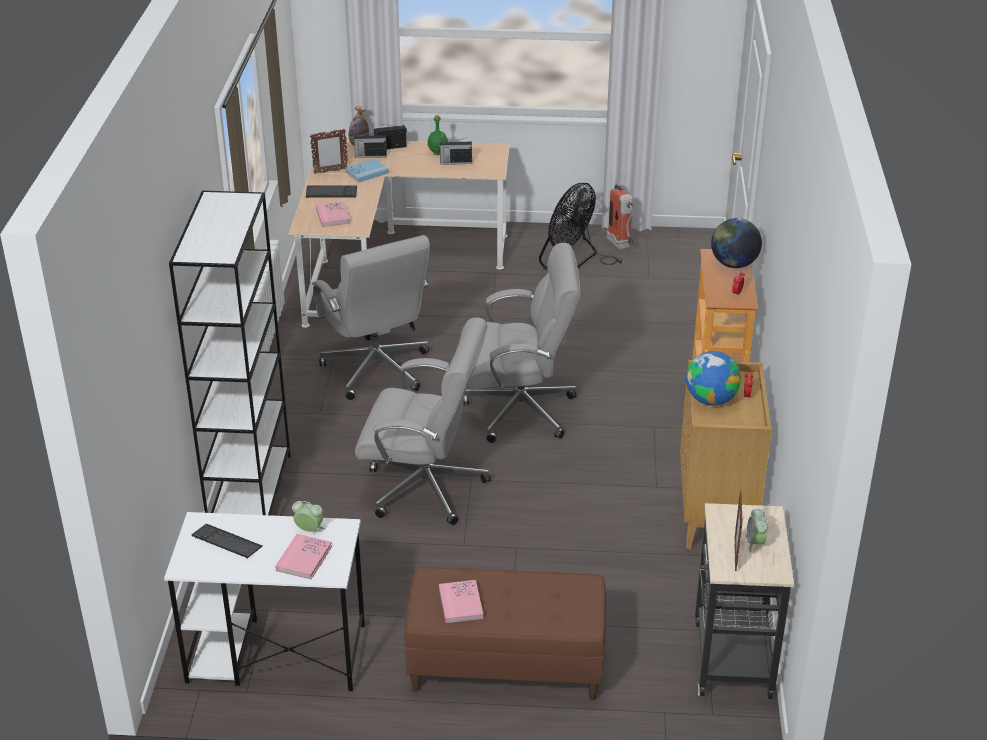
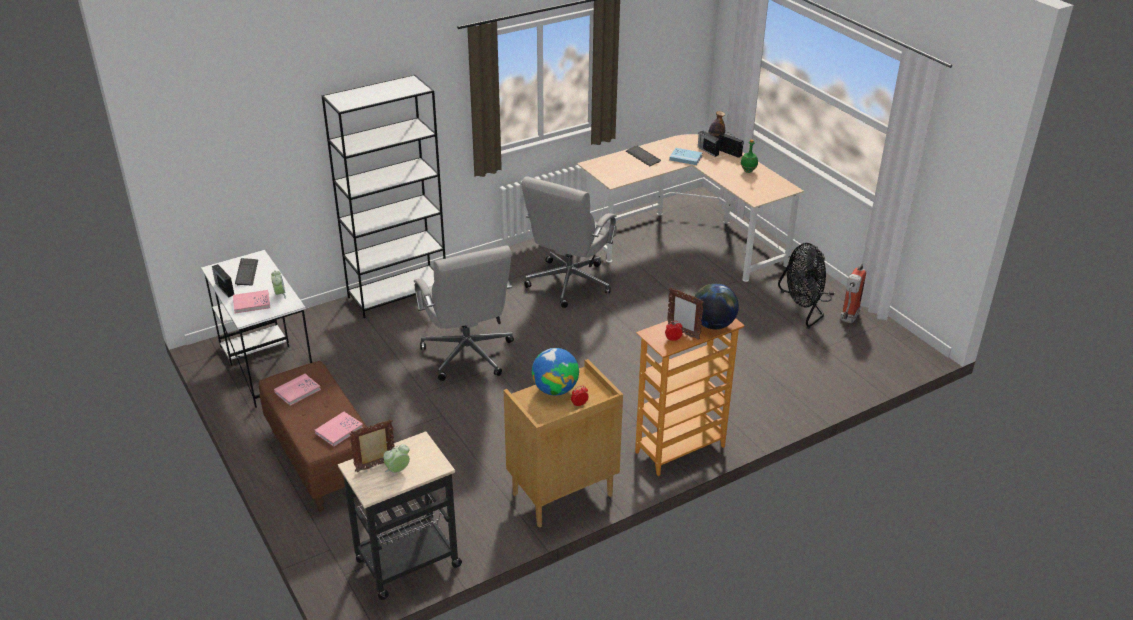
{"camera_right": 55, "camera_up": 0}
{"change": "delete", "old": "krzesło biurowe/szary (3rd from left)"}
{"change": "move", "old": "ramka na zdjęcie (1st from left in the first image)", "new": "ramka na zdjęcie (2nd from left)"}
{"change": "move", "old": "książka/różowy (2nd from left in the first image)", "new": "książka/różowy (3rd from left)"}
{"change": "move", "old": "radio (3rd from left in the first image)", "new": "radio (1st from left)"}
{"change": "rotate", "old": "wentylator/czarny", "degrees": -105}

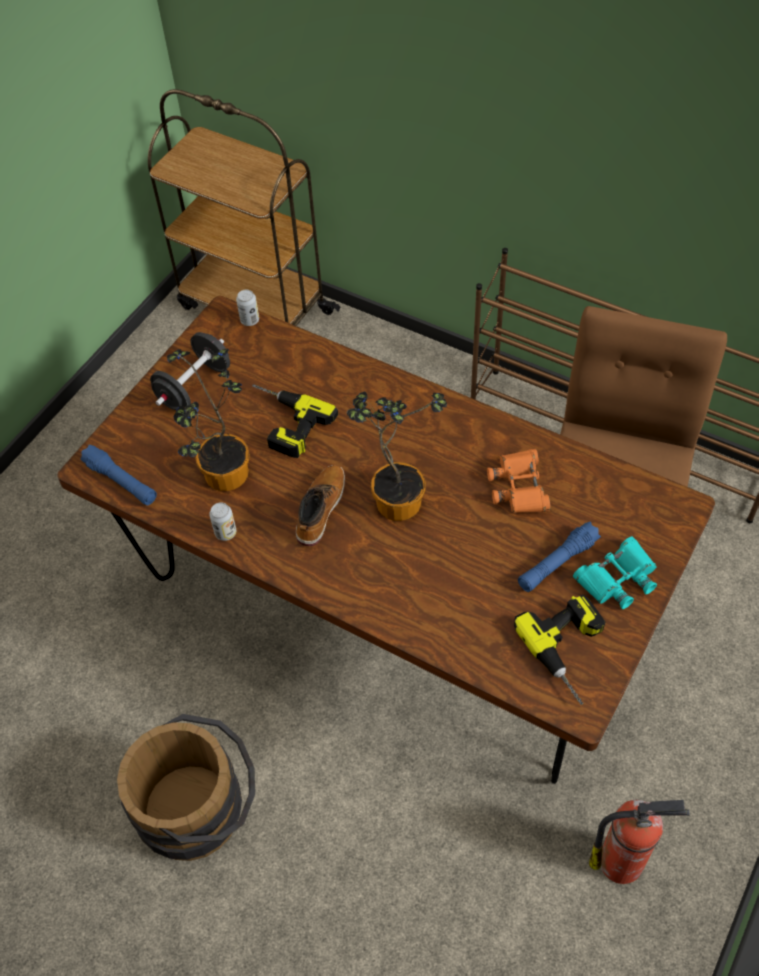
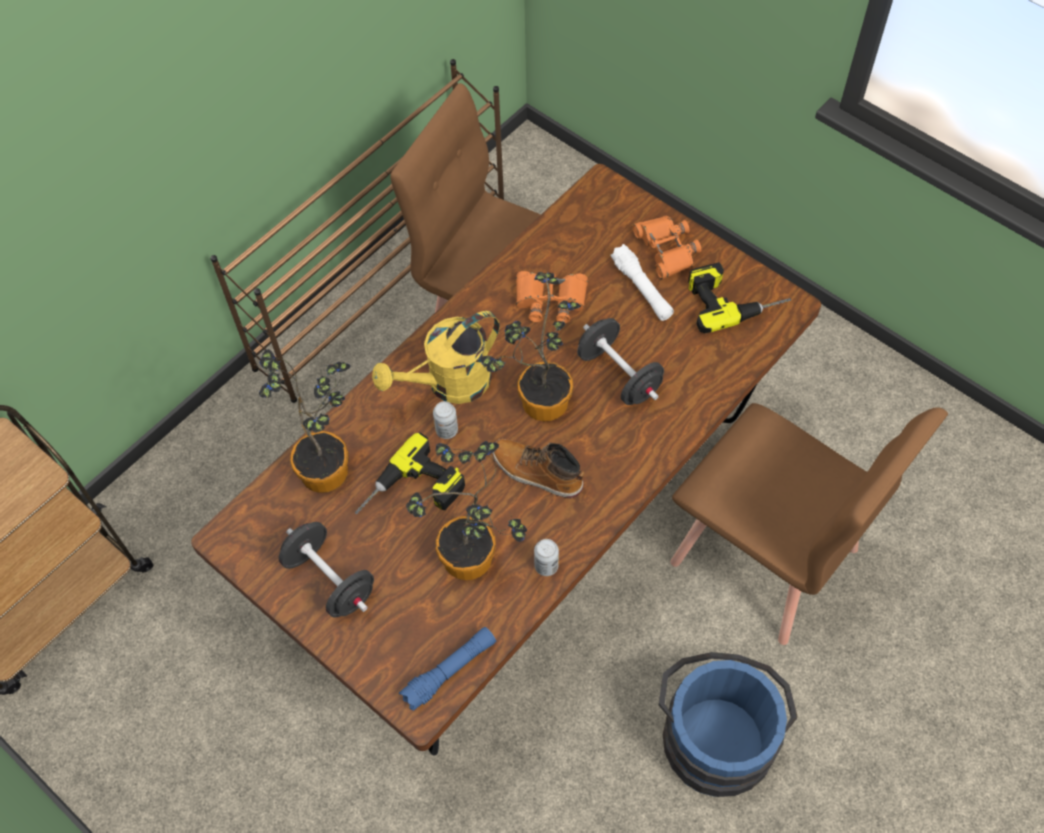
{"camera_right": -80, "camera_up": 5}
{"change": "delete", "old": "gaśnica"}
{"change": "insert", "new": "roślina doniczkowa (1st from left)"}
{"change": "insert", "new": "konewka/żółty"}
{"change": "insert", "new": "hantel/czarny (2nd from left)"}
{"change": "insert", "new": "krzesło/brązowy (2nd from left)"}
{"change": "move", "old": "puszka (2nd from left in the first image)", "new": "puszka (1st from left)"}
{"change": "recolor", "old": "wiadro/brązowy", "new": "wiadro/niebieski"}
{"change": "recolor", "old": "latarka/niebieski (2nd from left)", "new": "latarka/biały"}
{"change": "recolor", "old": "lornetka/turkusowy", "new": "lornetka/pomarańczowy (2nd from left)"}

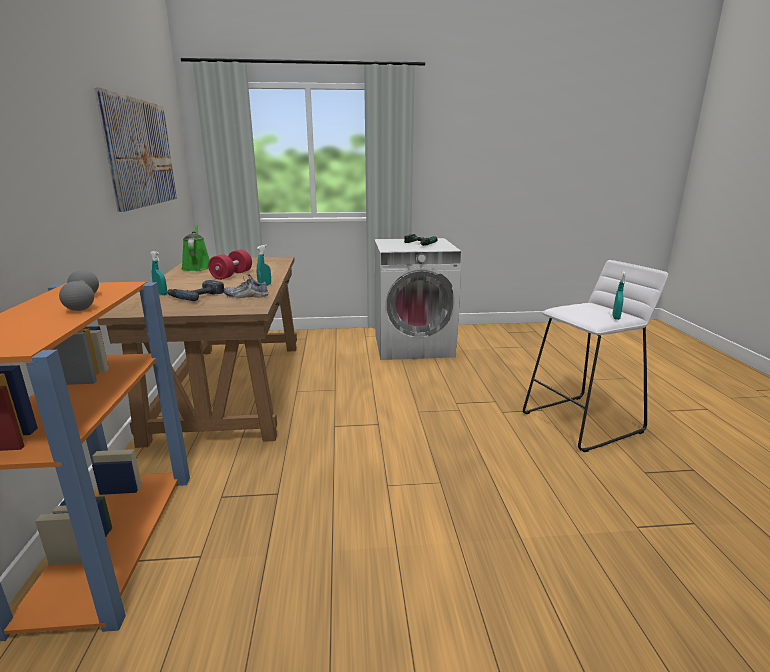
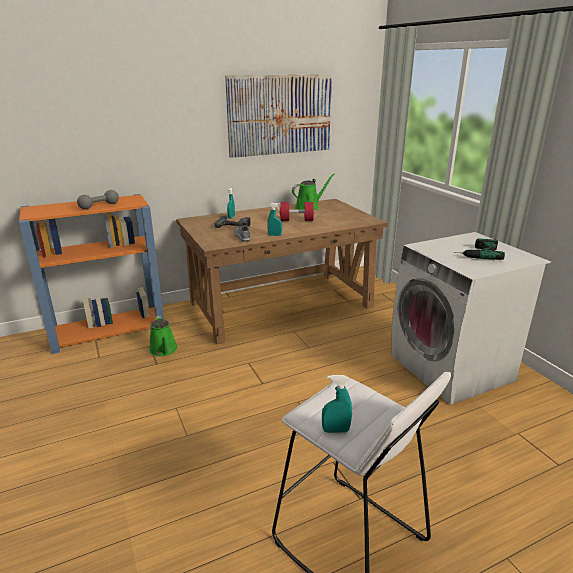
{"camera_right": 70, "camera_up": 5}
{"change": "insert", "new": "konewka/zielony (1st from left)"}

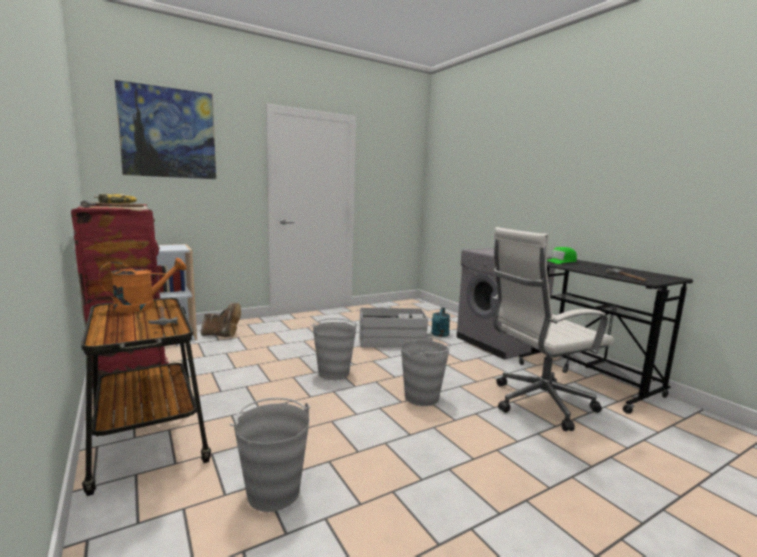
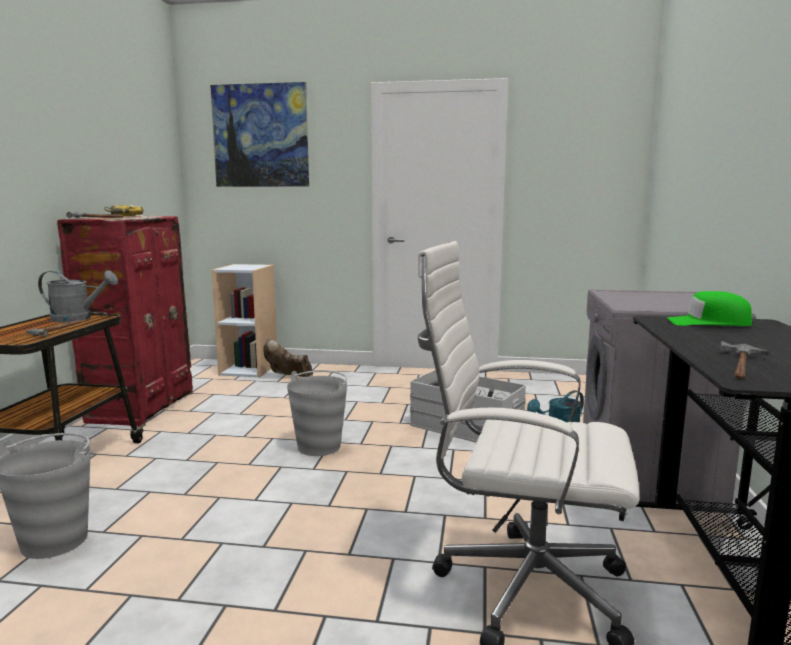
{"camera_right": 40, "camera_up": 0}
{"change": "delete", "old": "wiadro/szary (3rd from left)"}
{"change": "recolor", "old": "konewka/pomarańczowy", "new": "konewka/szary"}
{"change": "rotate", "old": "but z cholewką/brązowy", "degrees": 150}

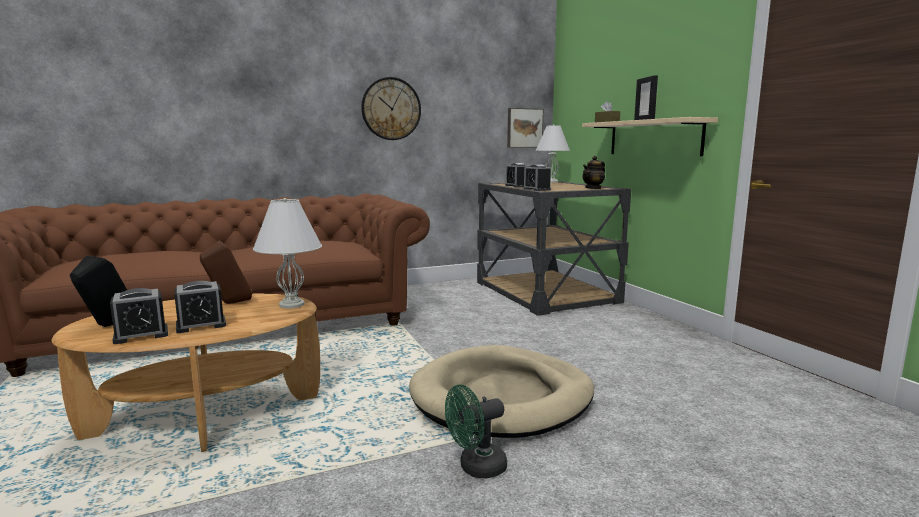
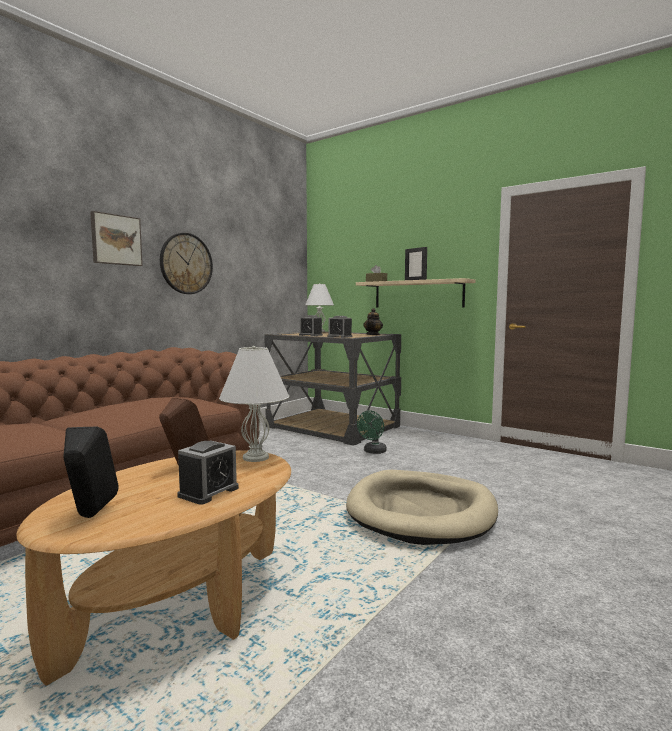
{"camera_right": -30, "camera_up": -5}
{"change": "delete", "old": "budzik (1st from left)"}
{"change": "move", "old": "wentylator/zielony"}
{"change": "move", "old": "obraz"}

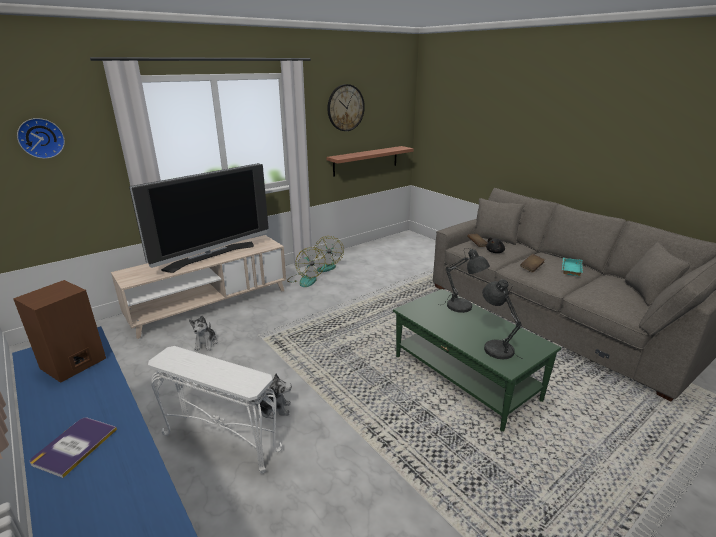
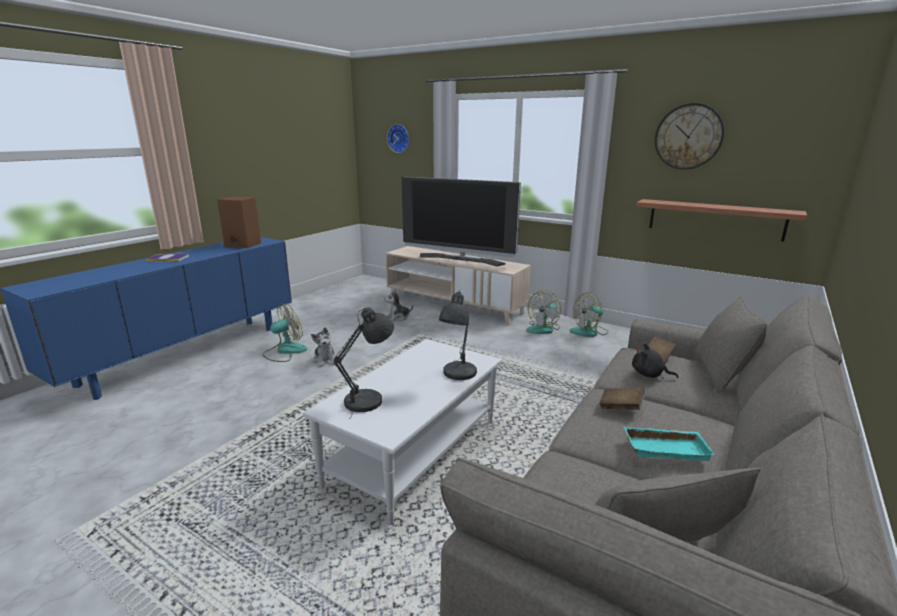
{"camera_right": 70, "camera_up": -5}
{"change": "replace", "old": "stolik/biały", "new": "wentylator (1st from left)"}
{"change": "recolor", "old": "ława/zielony", "new": "ława/biały"}

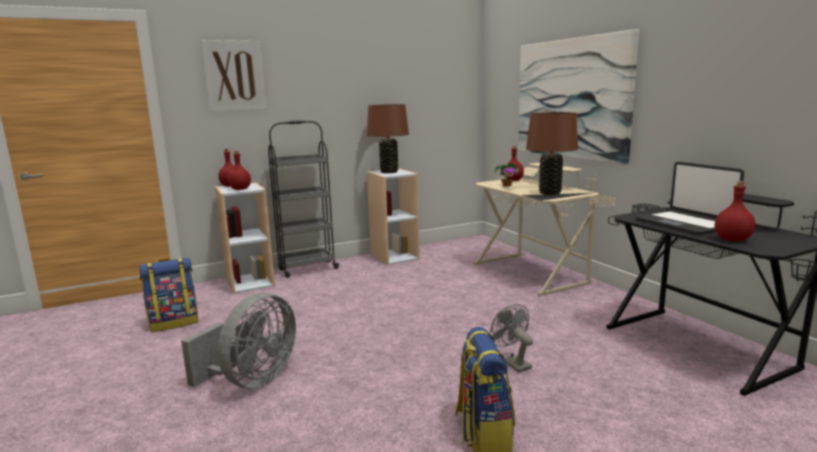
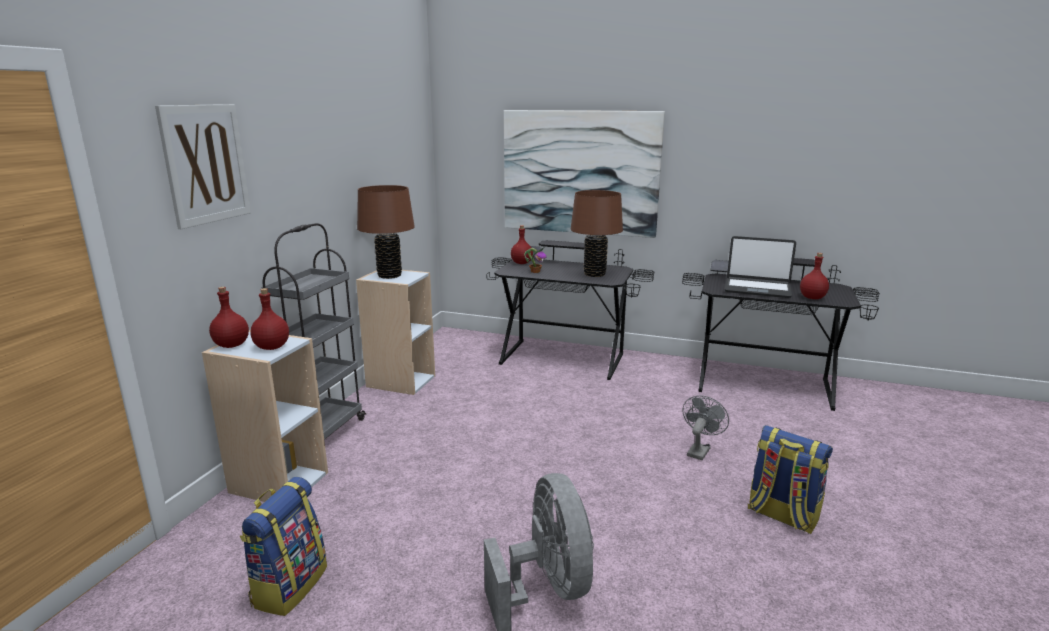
{"camera_right": -45, "camera_up": 5}
{"change": "recolor", "old": "biurko/beżowy", "new": "biurko/czarny (1st from left)"}
{"change": "rotate", "old": "wentylator/szary (2nd from left)", "degrees": 105}

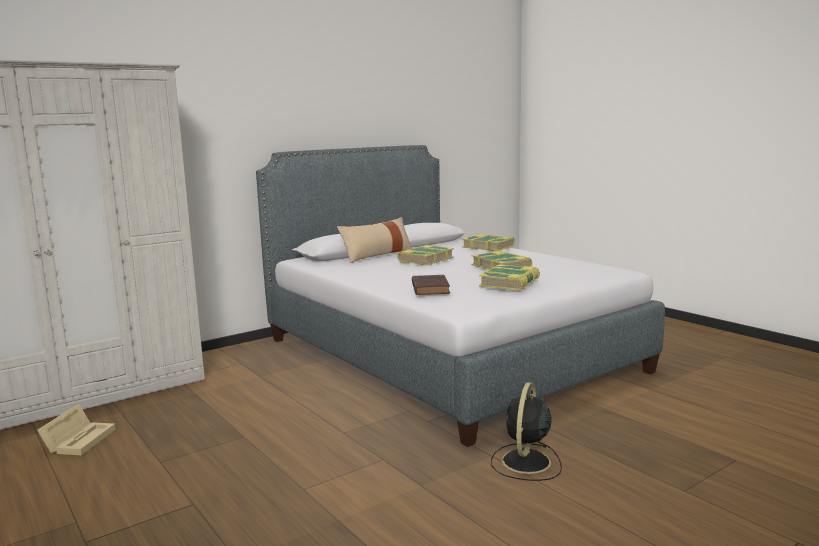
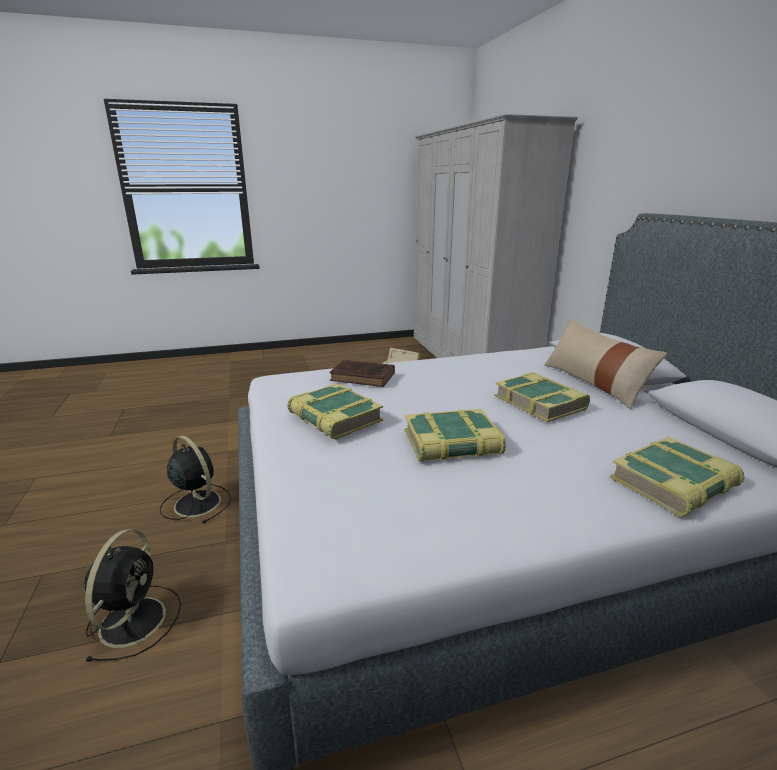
{"camera_right": 110, "camera_up": 10}
{"change": "insert", "new": "wentylator/czarny (1st from left)"}

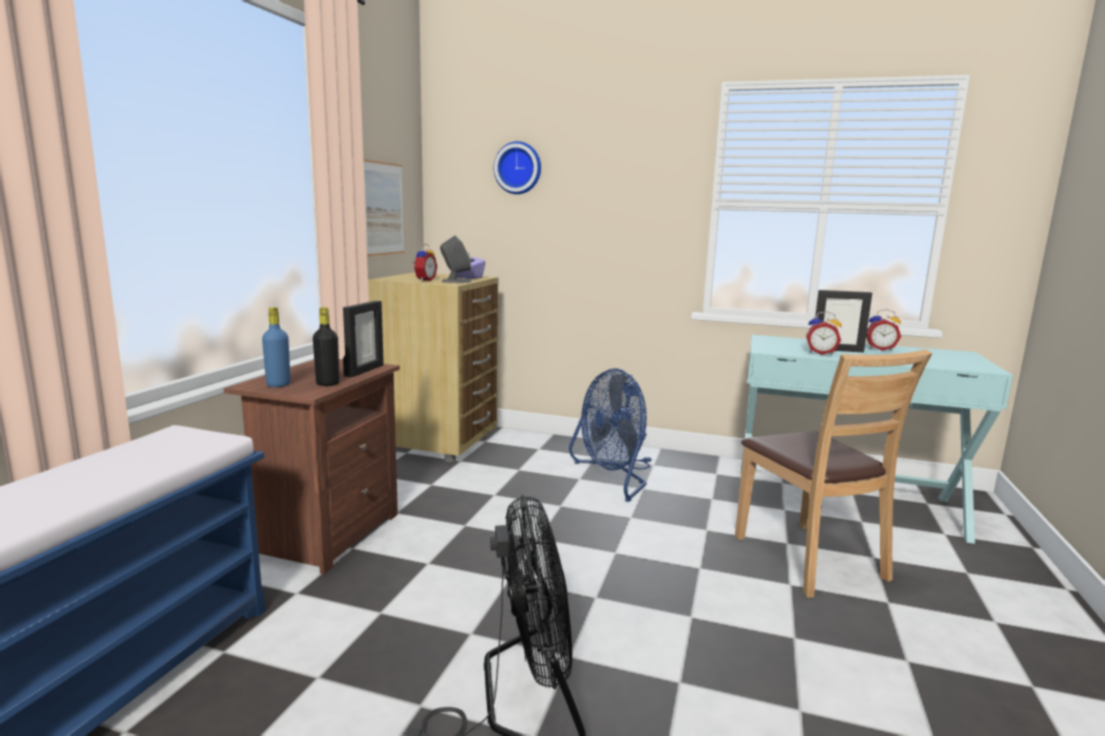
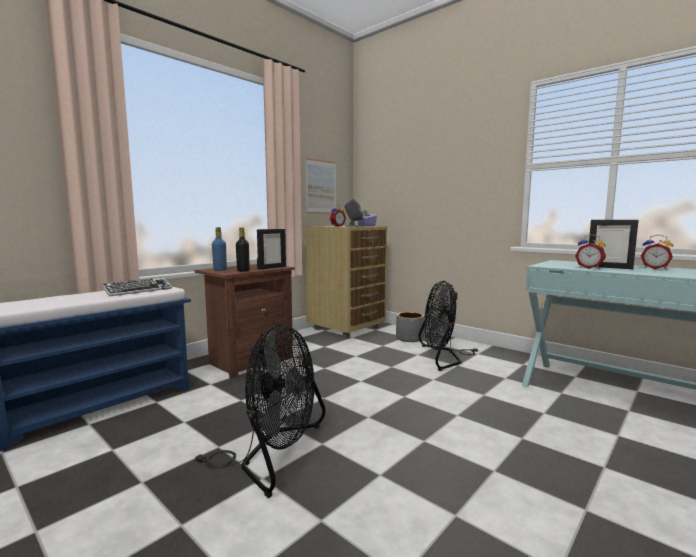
{"camera_right": 25, "camera_up": -5}
{"change": "delete", "old": "zegar ścienny"}
{"change": "delete", "old": "krzesło/brązowy"}
{"change": "insert", "new": "klawiatura"}
{"change": "insert", "new": "donica/szary"}
{"change": "recolor", "old": "wentylator/niebieski", "new": "wentylator/czarny (2nd from left)"}

